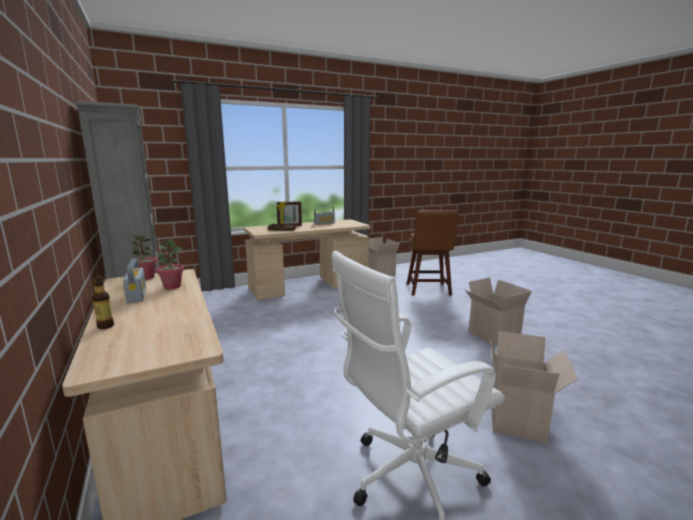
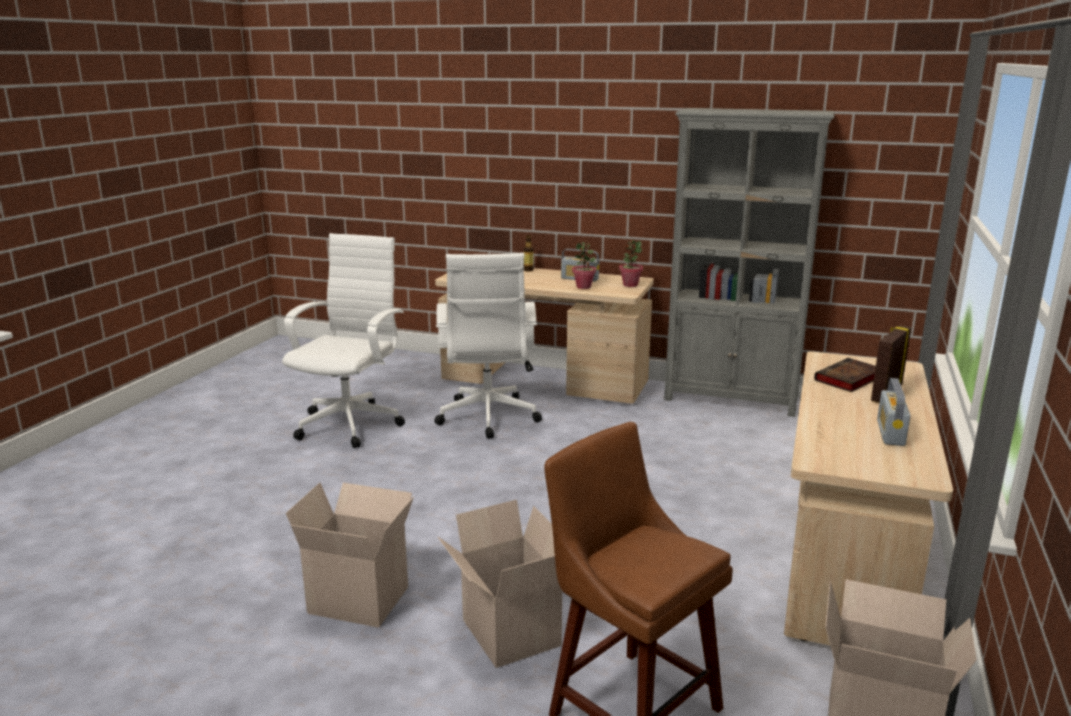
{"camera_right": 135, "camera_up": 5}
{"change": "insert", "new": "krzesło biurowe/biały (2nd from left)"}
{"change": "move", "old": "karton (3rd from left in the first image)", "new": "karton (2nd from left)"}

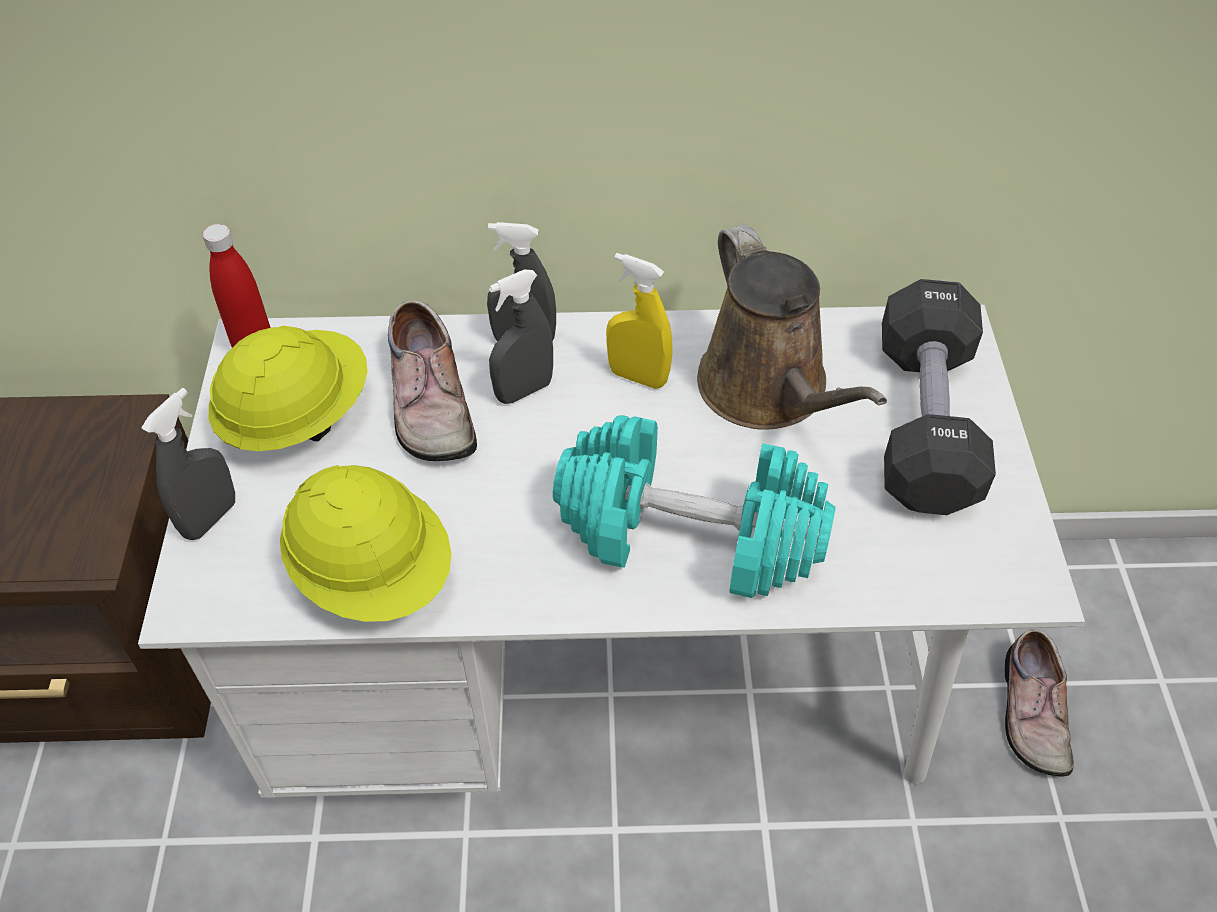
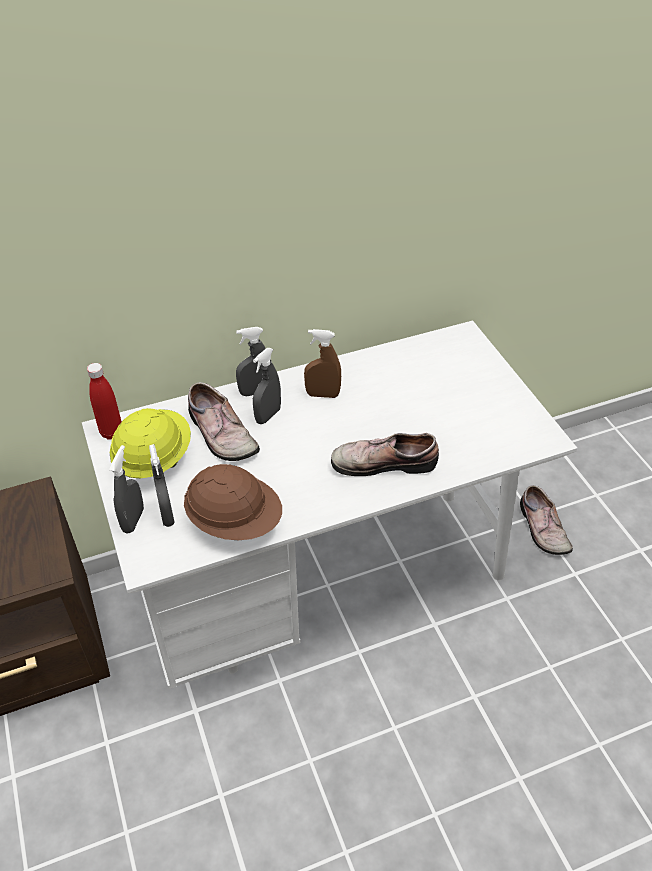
{"camera_right": -20, "camera_up": -5}
{"change": "delete", "old": "konewka/brązowy"}
{"change": "delete", "old": "hantel/czarny"}
{"change": "insert", "new": "spryskiwacz/szary (2nd from left)"}
{"change": "replace", "old": "hantel/turkusowy", "new": "but (2nd from left)"}
{"change": "recolor", "old": "kask/żółty (2nd from left)", "new": "kask/brązowy"}
{"change": "recolor", "old": "spryskiwacz/żółty", "new": "spryskiwacz/brązowy"}

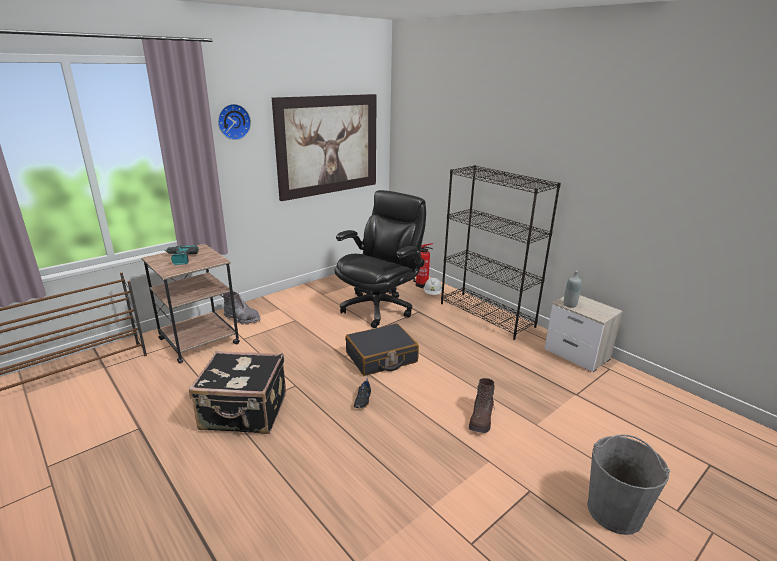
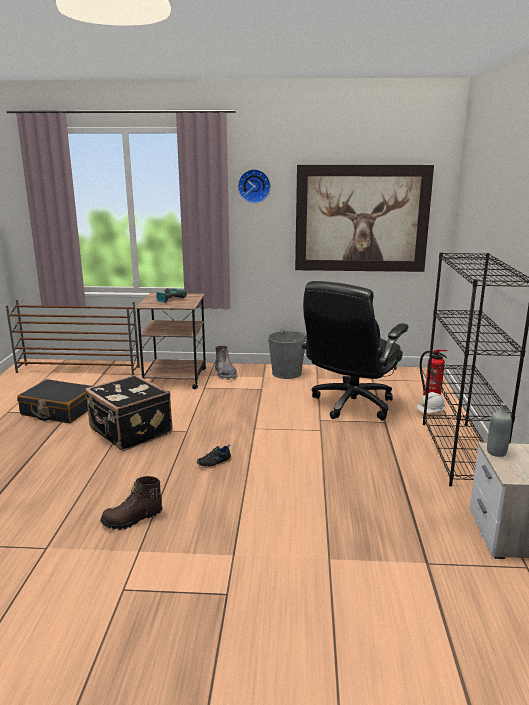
{"camera_right": 45, "camera_up": -5}
{"change": "move", "old": "walizka/czarny (2nd from left in the first image)", "new": "walizka/czarny (1st from left)"}
{"change": "move", "old": "but z cholewką/brązowy"}
{"change": "move", "old": "wiadro/szary"}
{"change": "rotate", "old": "krzesło biurowe/czarny", "degrees": 135}

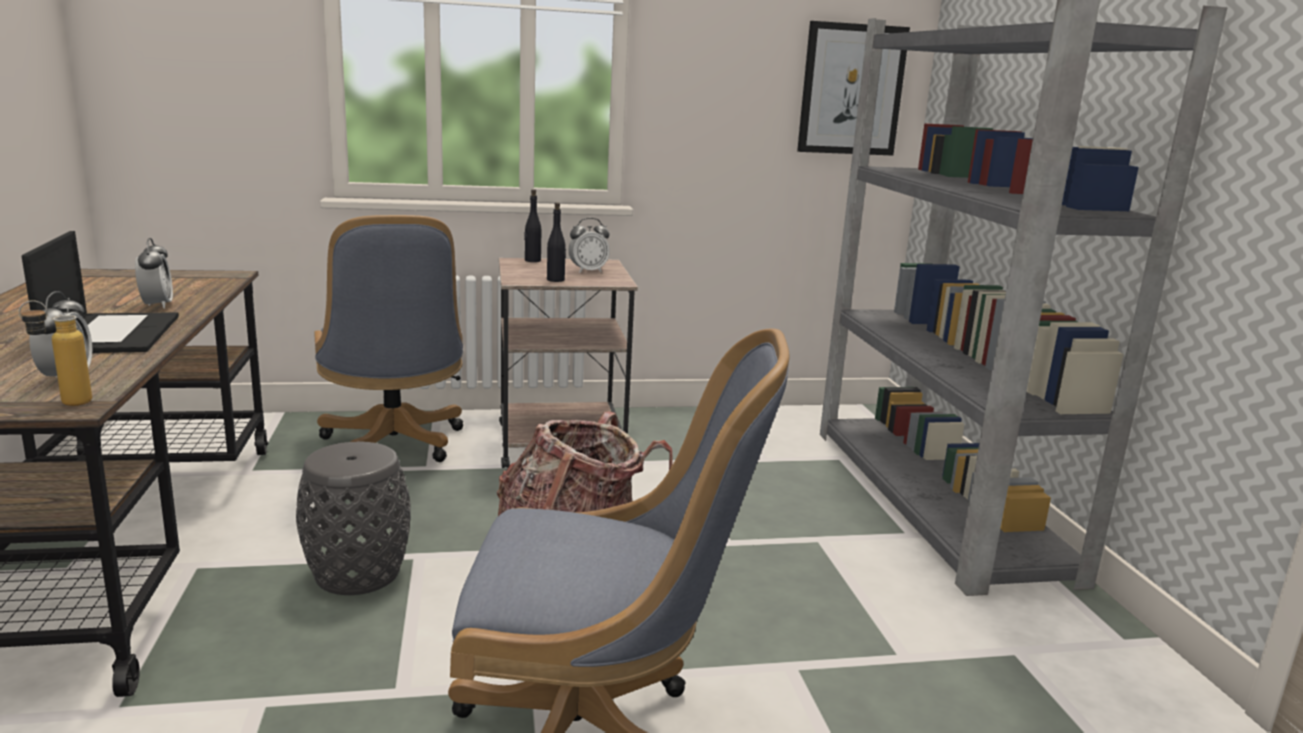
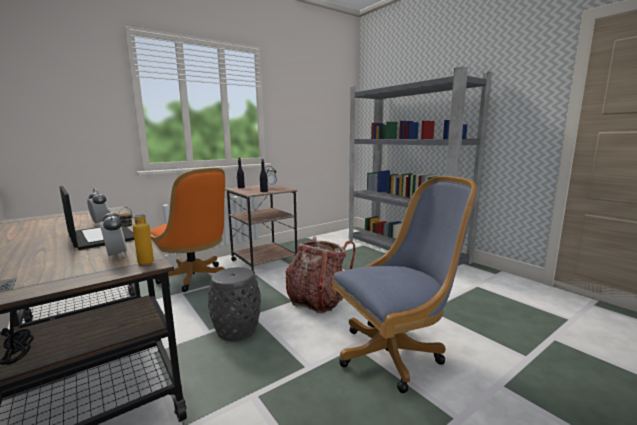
{"camera_right": -25, "camera_up": -5}
{"change": "delete", "old": "obraz"}
{"change": "recolor", "old": "krzesło biurowe/niebieski (1st from left)", "new": "krzesło biurowe/pomarańczowy"}

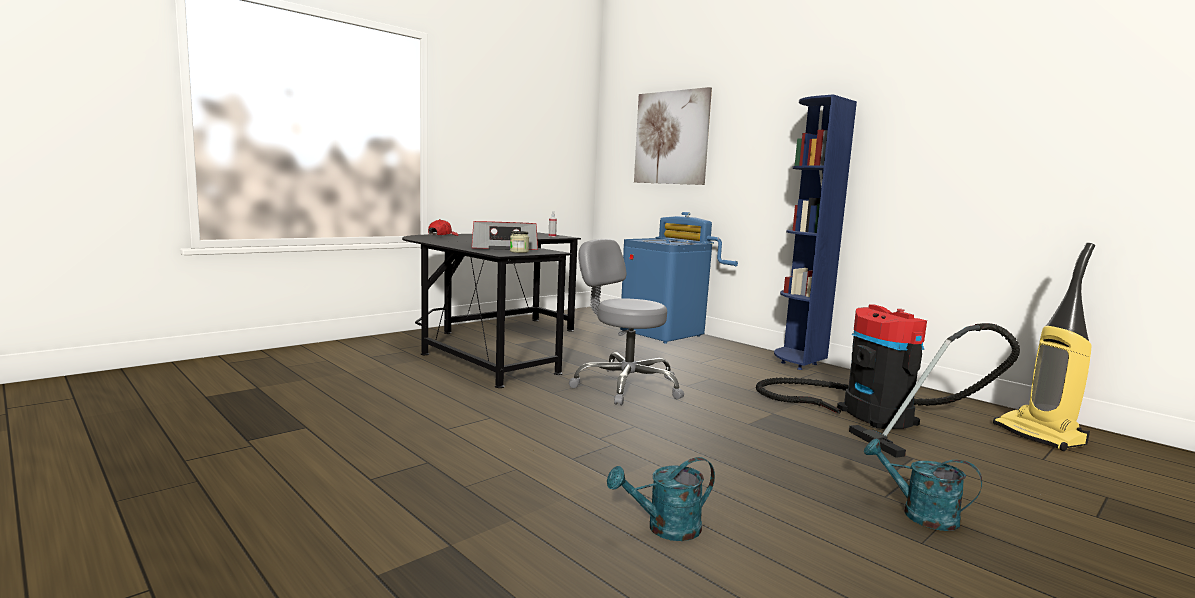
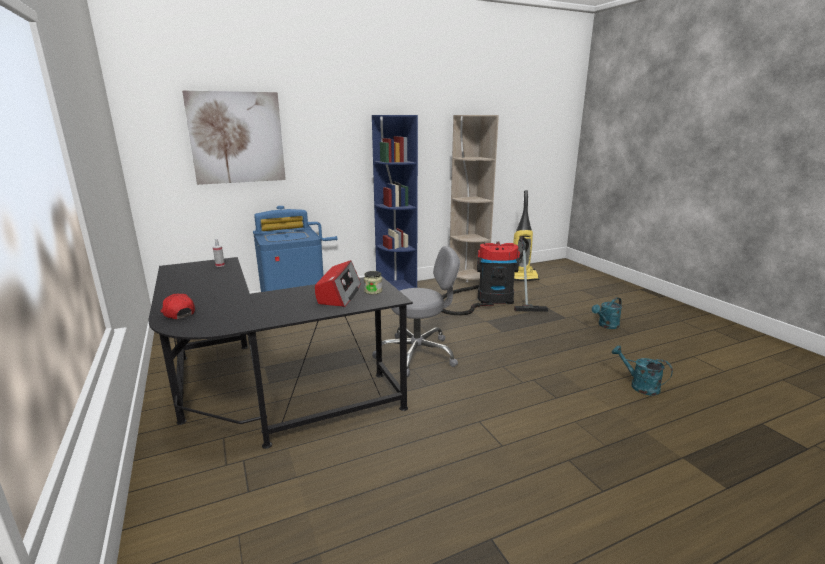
{"camera_right": -70, "camera_up": 10}
{"change": "insert", "new": "regał/beżowy"}
{"change": "rotate", "old": "krzesło biurowe/szary", "degrees": -150}
{"change": "rotate", "old": "konewka/turkusowy (1st from left in the first image)", "degrees": 135}

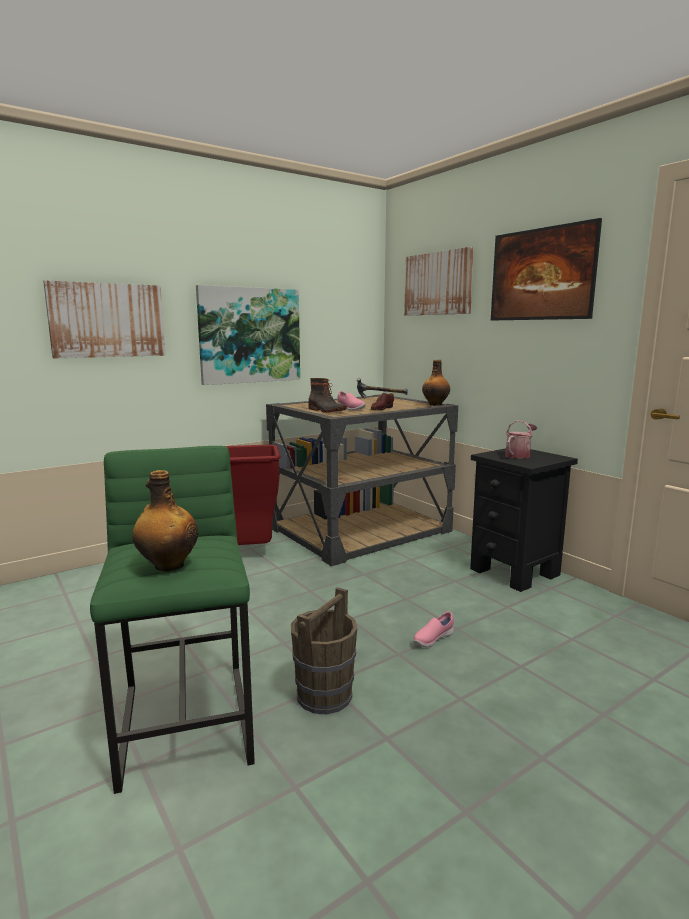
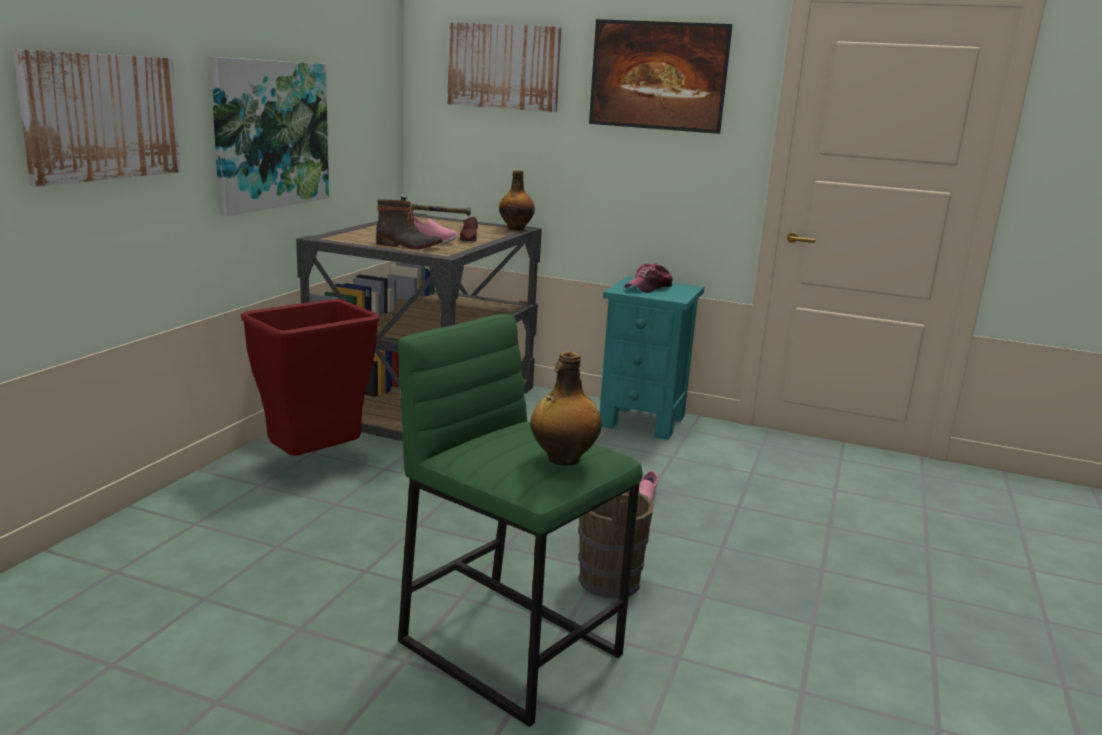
{"camera_right": -35, "camera_up": 5}
{"change": "replace", "old": "konewka", "new": "czapka z daszkiem"}
{"change": "recolor", "old": "szafka nocna/czarny", "new": "szafka nocna/turkusowy"}

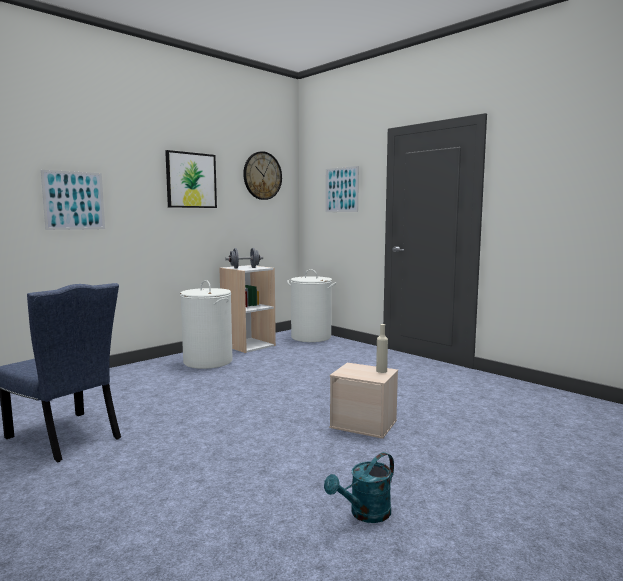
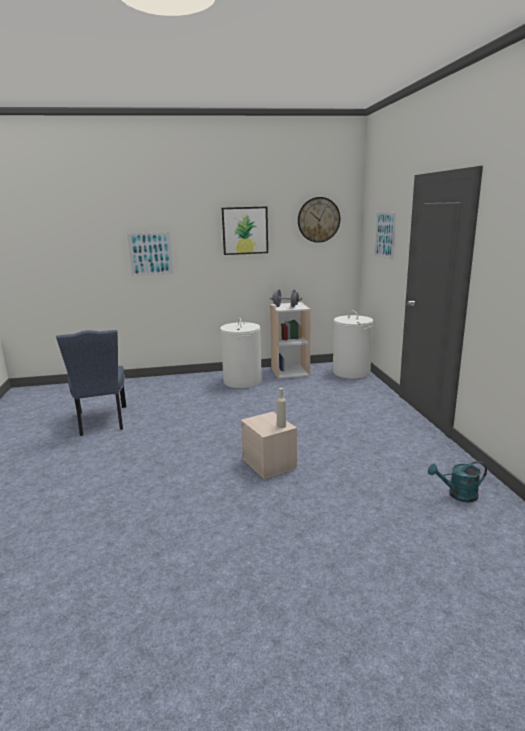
{"camera_right": 35, "camera_up": 10}
{"change": "move", "old": "konewka/turkusowy"}

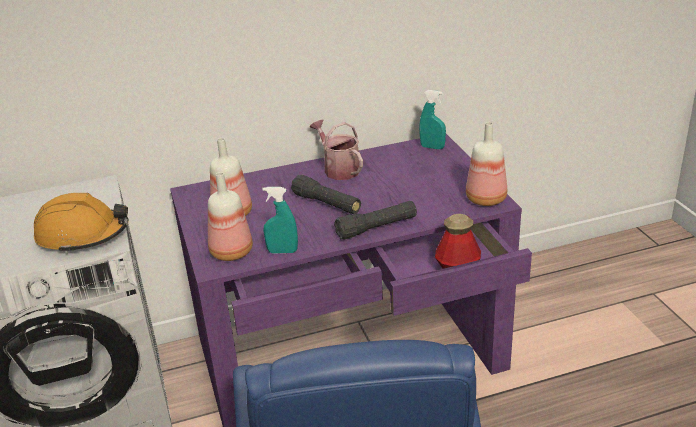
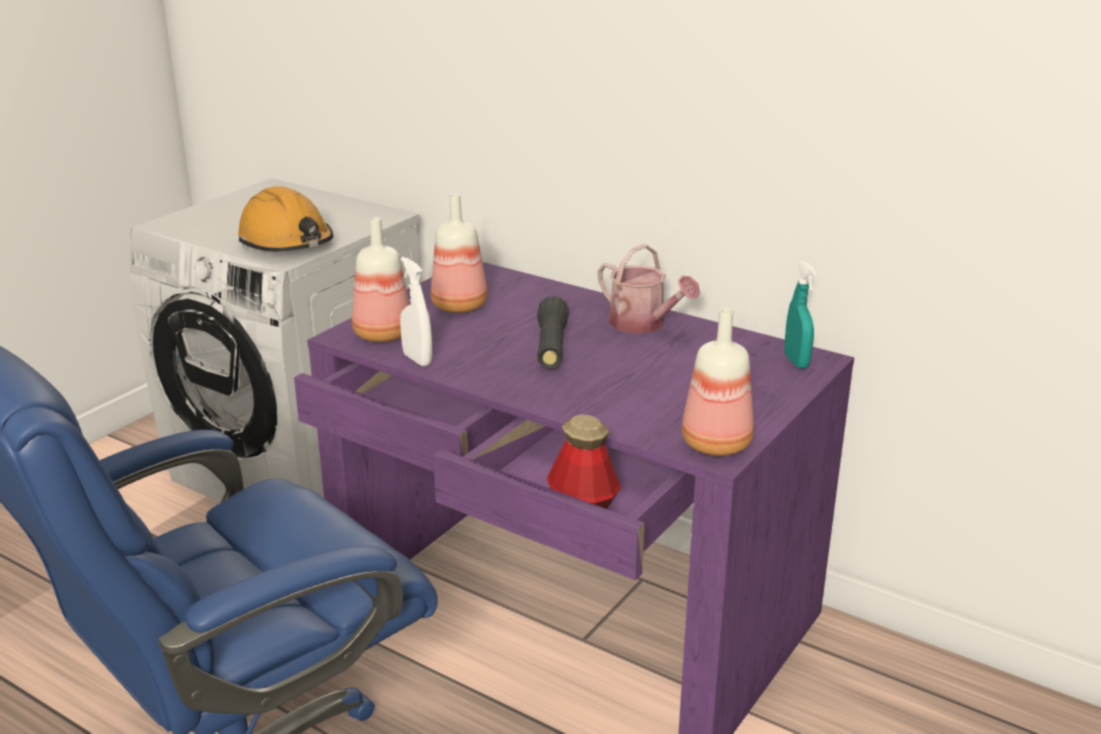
{"camera_right": 50, "camera_up": -5}
{"change": "delete", "old": "latarka/czarny (2nd from left)"}
{"change": "recolor", "old": "spryskiwacz/turkusowy (1st from left)", "new": "spryskiwacz/biały"}
{"change": "rotate", "old": "konewka", "degrees": 120}

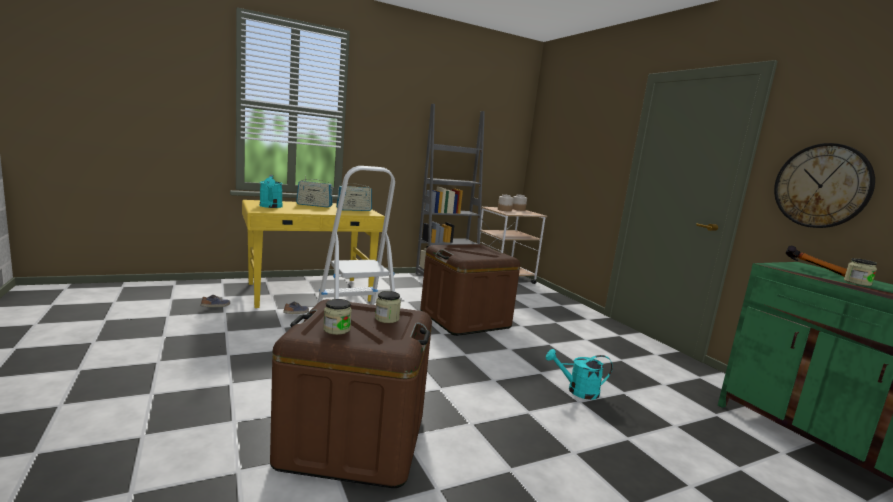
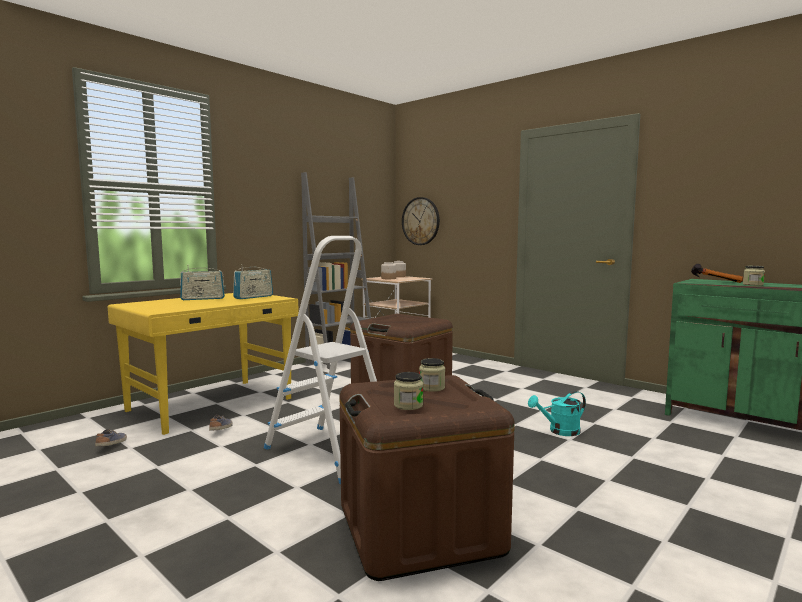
{"camera_right": -20, "camera_up": -5}
{"change": "delete", "old": "konewka/turkusowy (1st from left)"}
{"change": "move", "old": "zegar ścienny"}

